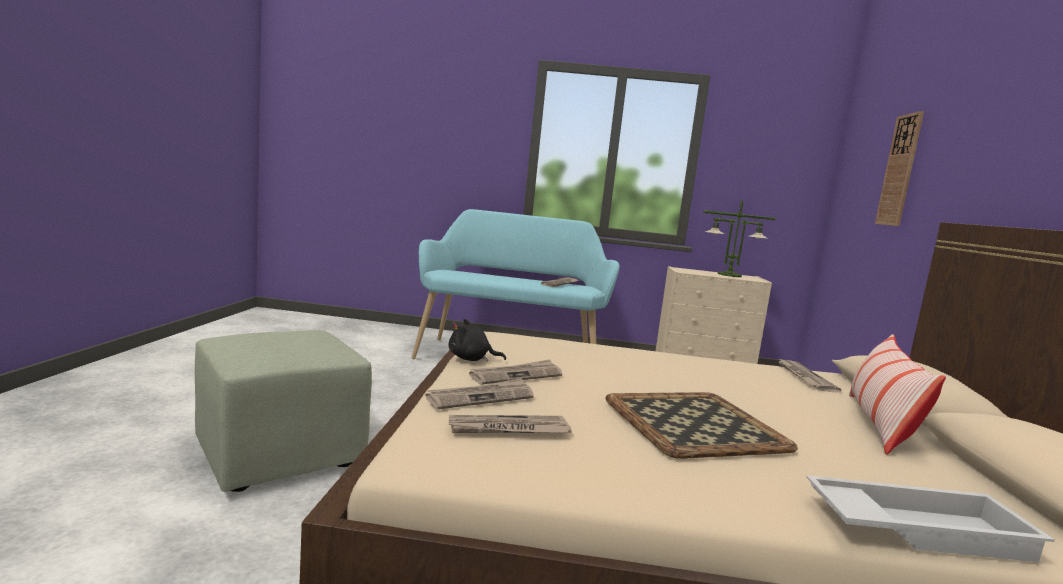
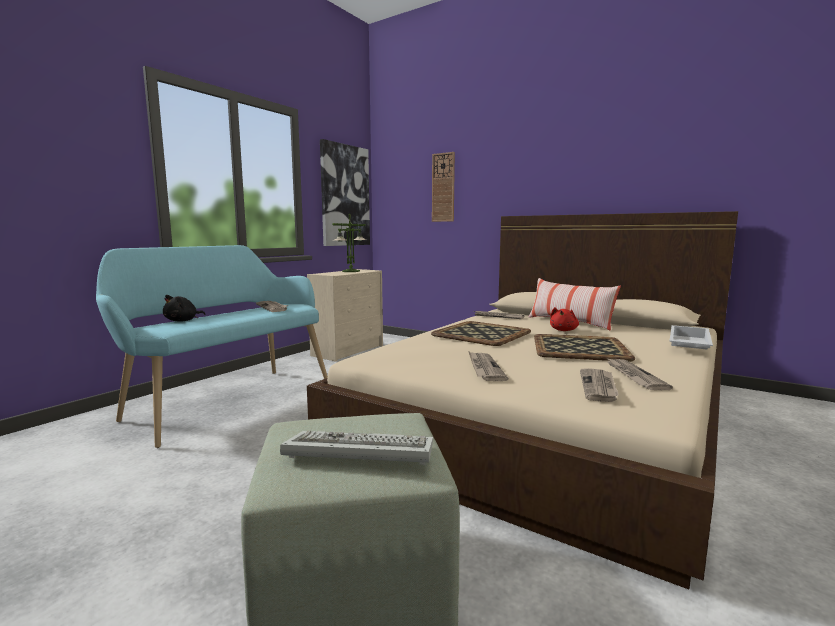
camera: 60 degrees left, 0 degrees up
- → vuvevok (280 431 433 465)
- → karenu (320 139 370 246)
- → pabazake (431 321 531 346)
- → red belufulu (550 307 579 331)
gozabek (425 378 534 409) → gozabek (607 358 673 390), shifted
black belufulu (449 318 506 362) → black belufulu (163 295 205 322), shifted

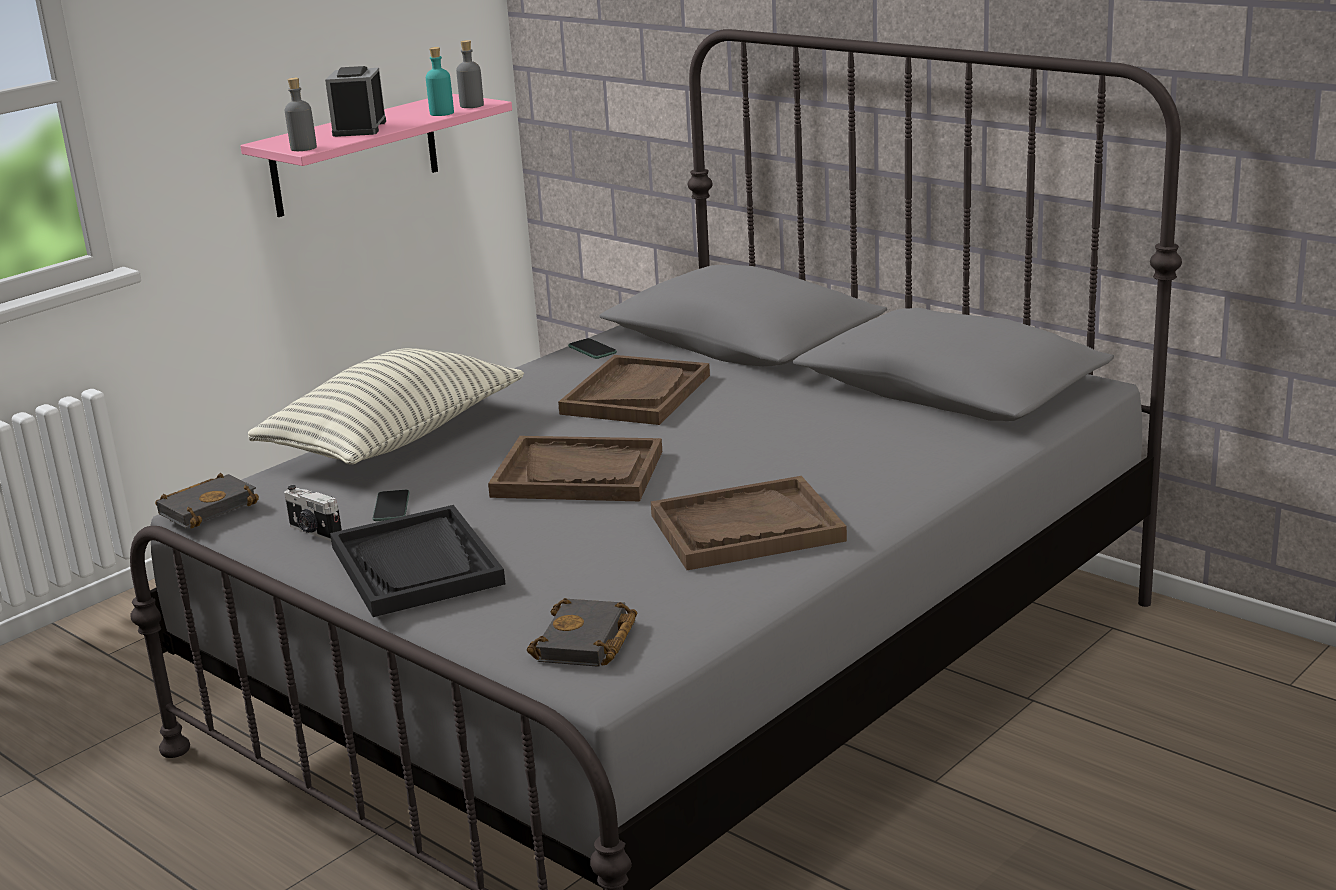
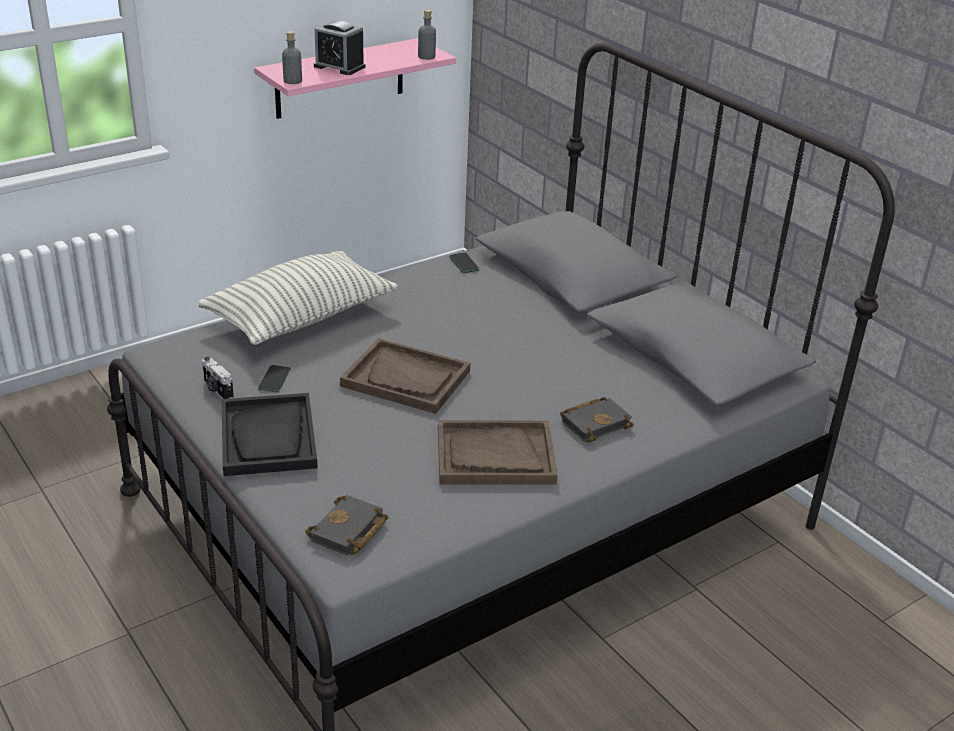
camera: 10 degrees right, 10 degrees up
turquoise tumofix (426 47 454 116) → -
brown pabazake (558 355 710 425) → -
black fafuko (155 473 259 528) → black fafuko (560 397 634 443), shifted
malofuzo (325 66 386 137) → malofuzo (314 21 366 75), 75 degrees counterclockwise

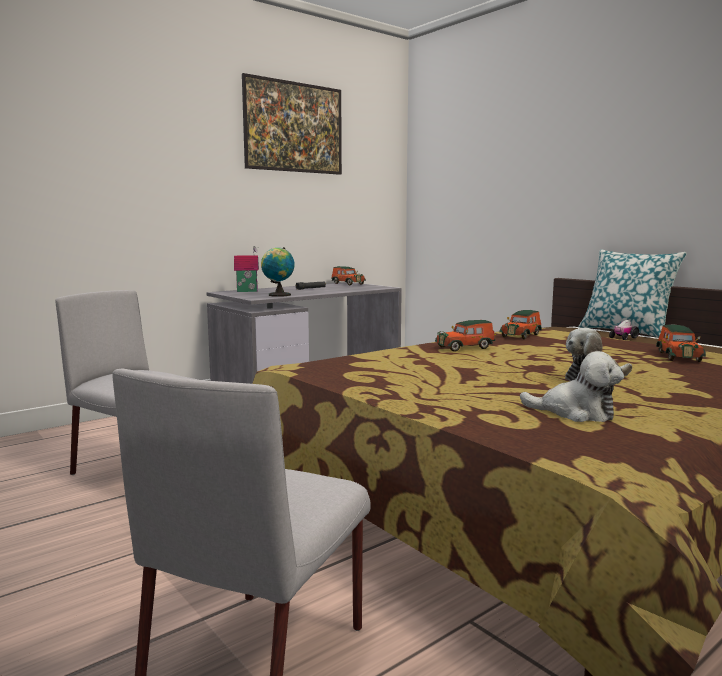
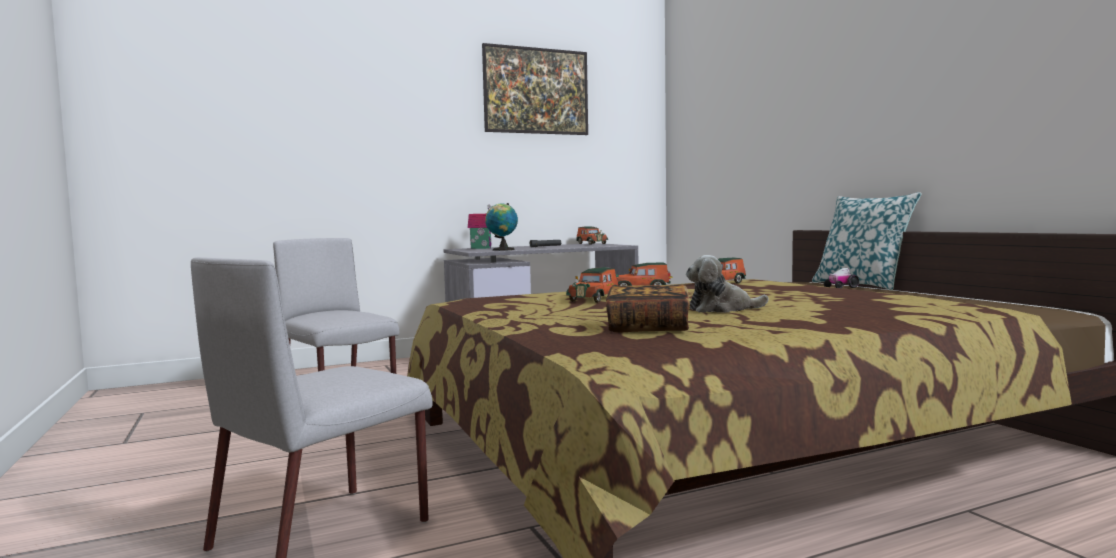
camera: 15 degrees right, 5 degrees down
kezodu (656 324 706 362) → kezodu (566 267 618 303), shifted
belufulu (520 351 624 422) → fafuko (606 285 689 333)

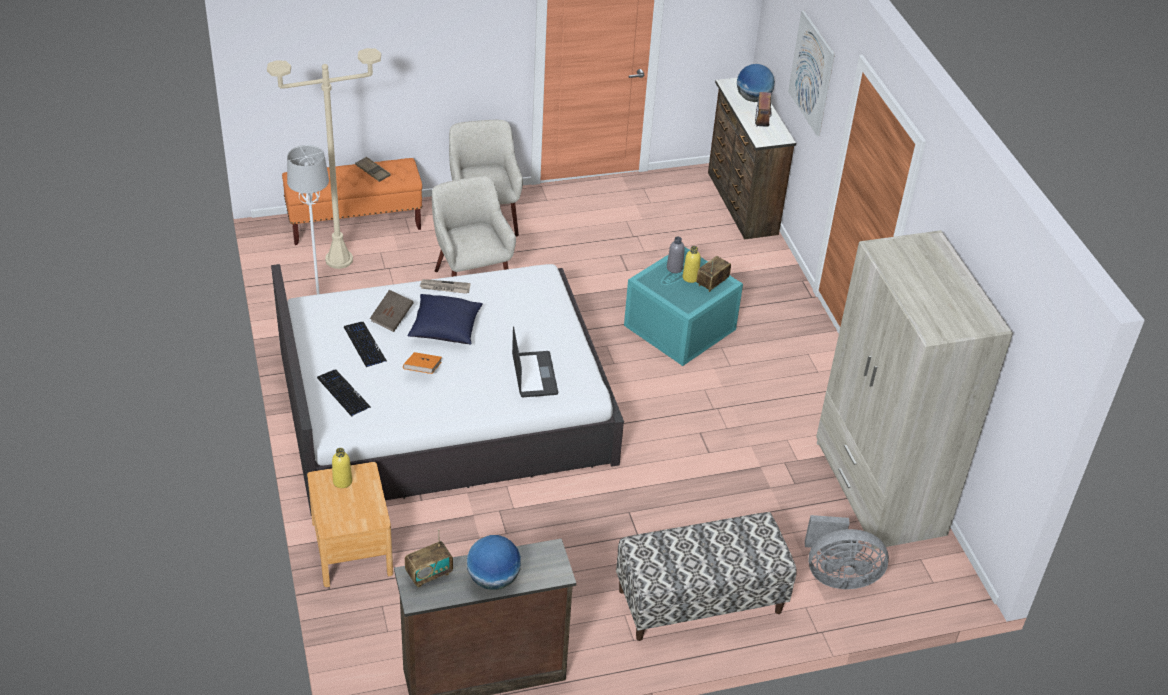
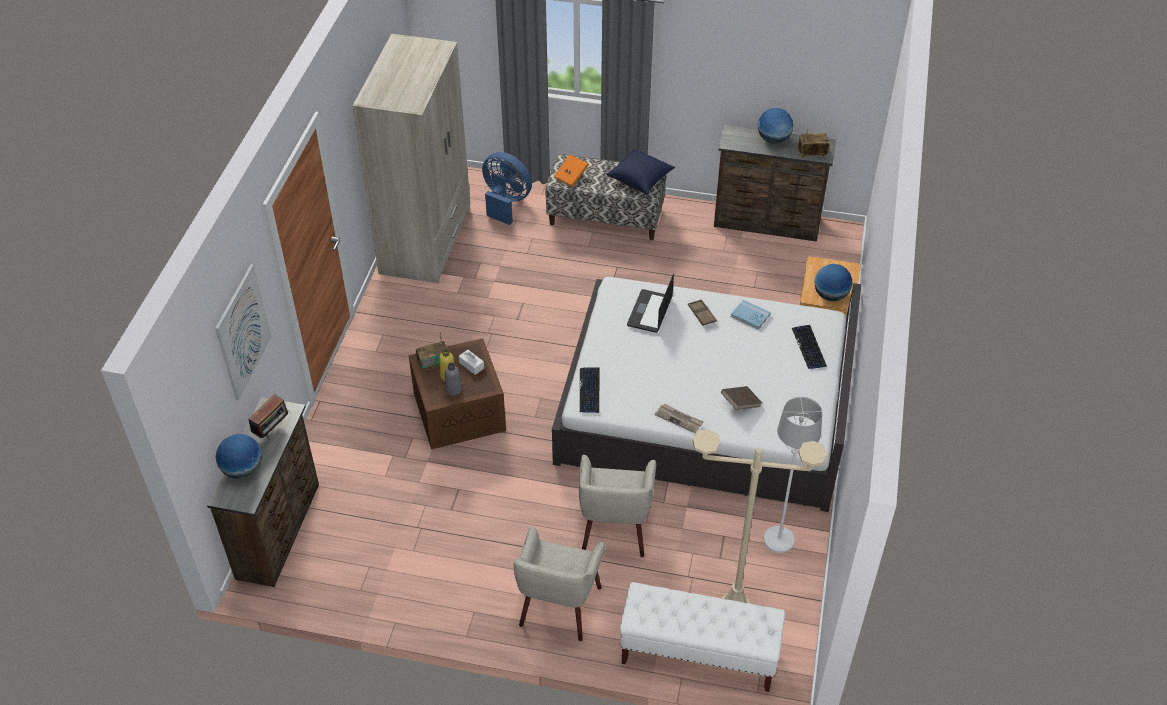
camera: 150 degrees left, 5 degrees up
- → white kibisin (459 350 484 375)
- → blue fafuko (731 300 771 330)
vuvevok (344 322 387 368) → vuvevok (580 367 600 413), shifted
brown pabazake (355 157 391 182) → brown pabazake (688 299 717 326), shifted
orange fafuko (403 352 442 374) → orange fafuko (554 154 589 187), shifted
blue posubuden (407 294 483 345) → blue posubuden (606 149 675 194), shifted
yellow tumofix (332 448 352 488) → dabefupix (814 264 853 301)
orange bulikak (282 158 422 245) → white bulikak (620 582 785 692)
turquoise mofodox (624 247 743 366) → brown mofodox (408 338 506 450)
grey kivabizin (805 515 889 589) → blue kivabizin (482 152 532 225)

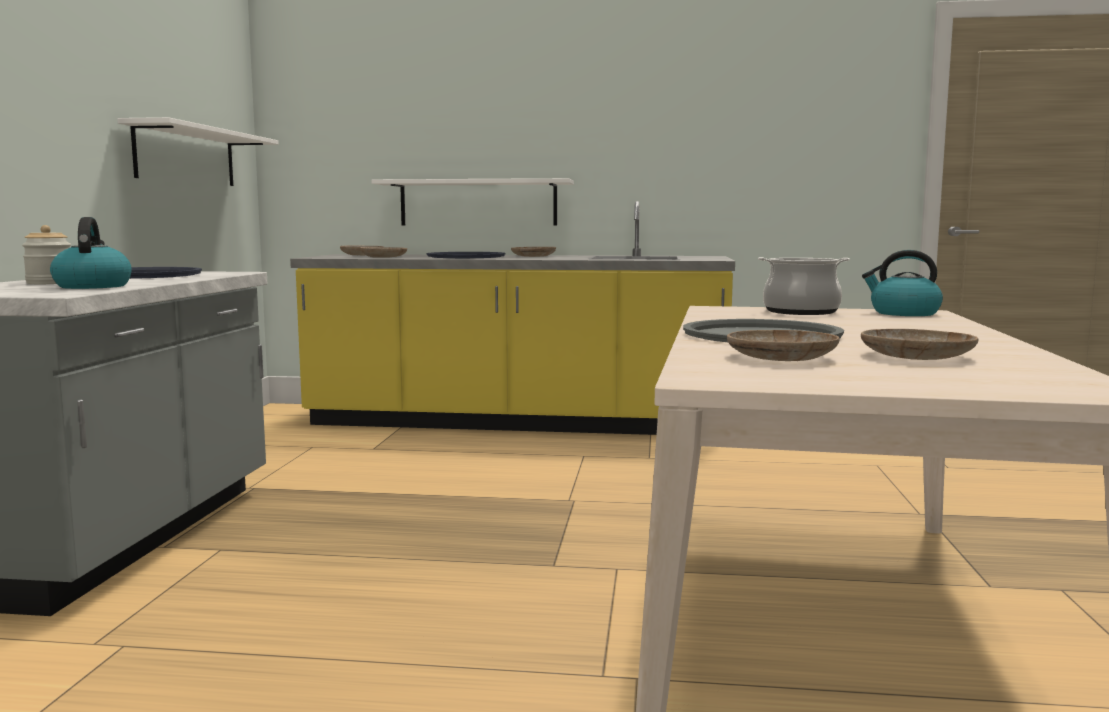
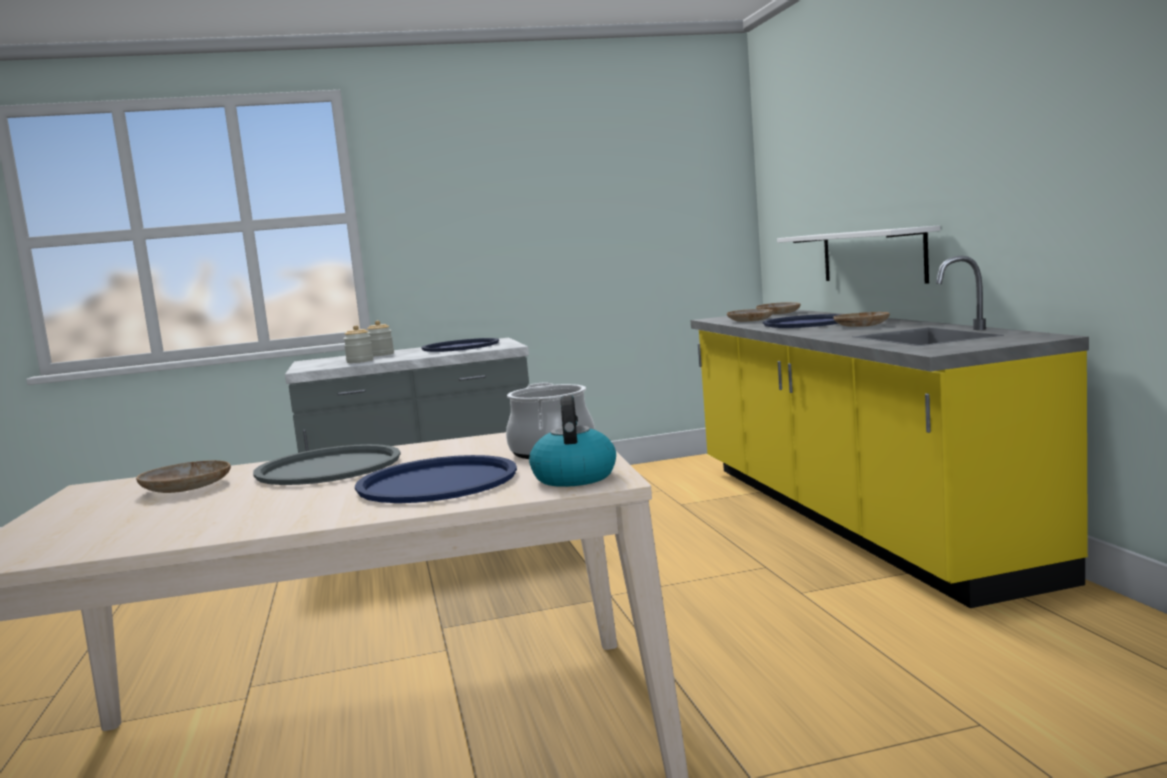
camera: 70 degrees right, 0 degrees up
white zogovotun (117 117 279 186) → -
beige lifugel (861 329 978 360) → -
- → blue pabazake (355 455 517 503)
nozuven (50 217 132 289) → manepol (343 325 373 363)

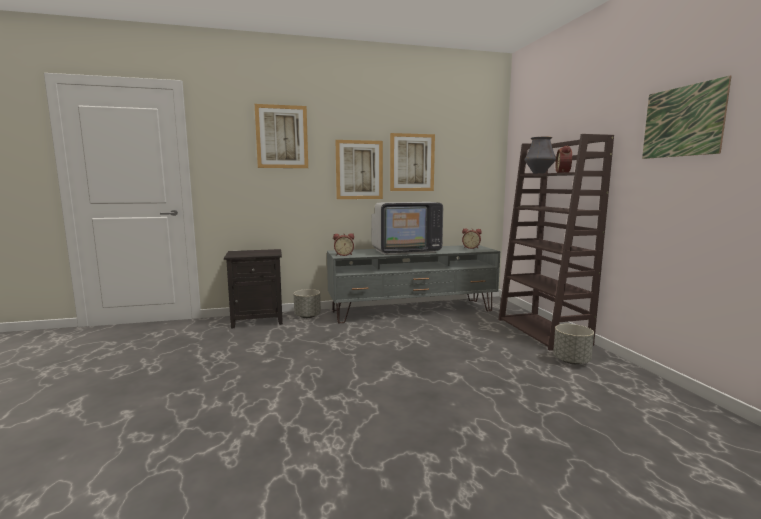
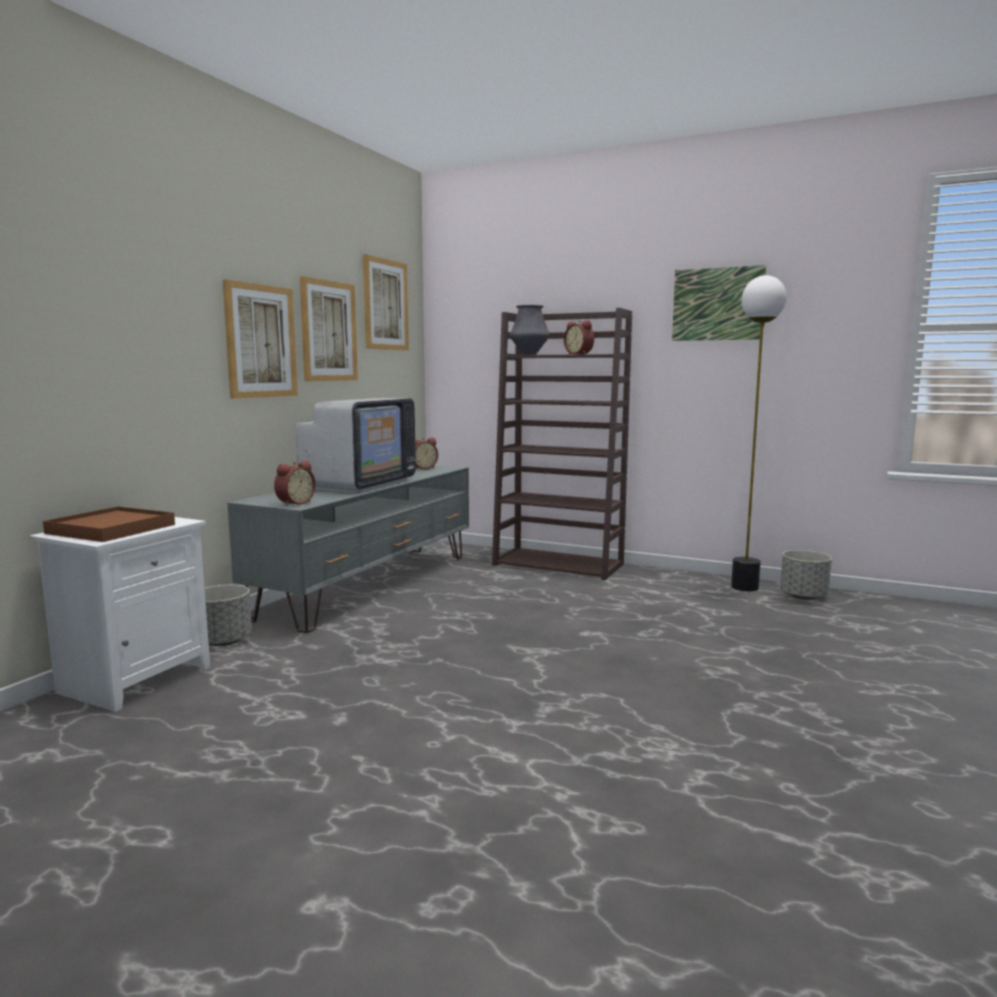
camera: 50 degrees left, 0 degrees up
- → brown pabazake (43 507 175 542)
- → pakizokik (731 275 787 591)
karenu (255 104 308 168) → karenu (363 254 409 350), shifted
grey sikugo (553 324 594 364) → grey sikugo (780 550 832 600), shifted
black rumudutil (224 249 283 329) → white rumudutil (29 517 210 712)

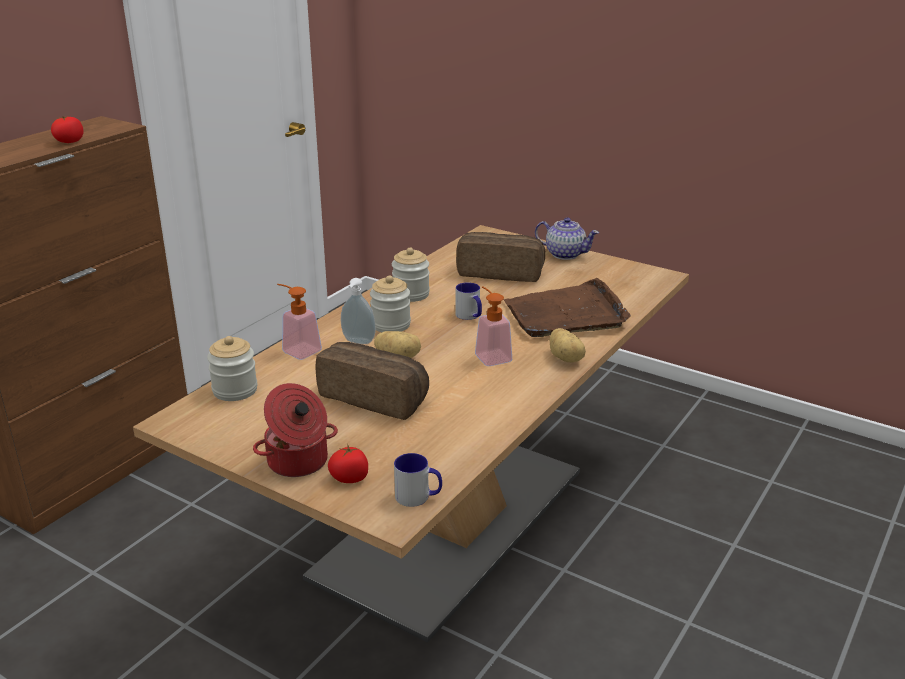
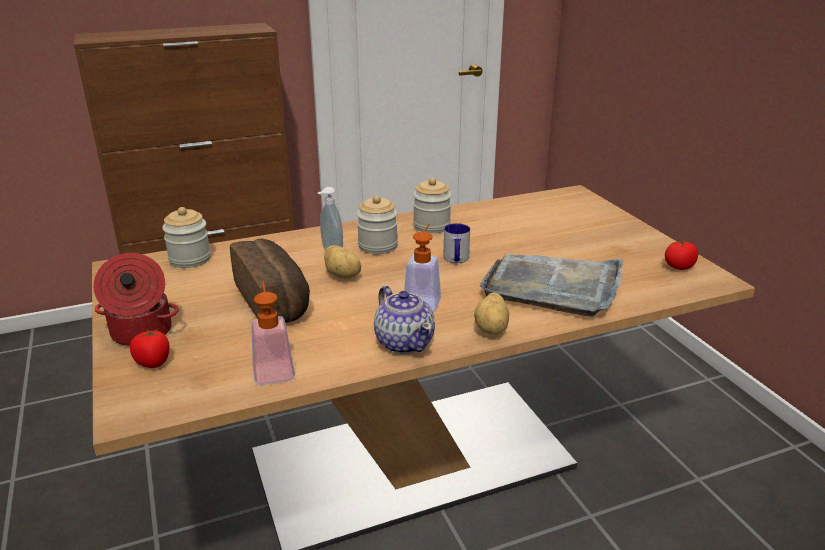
camera: 35 degrees right, 0 degrees up
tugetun (394 453 442 507) → -
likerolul (456 232 545 282) → -
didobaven (51 116 84 143) → didobaven (665 240 698 270), shifted
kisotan (277 284 322 360) → kisotan (251 281 295 385), shifted
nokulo (535 217 599 260) → nokulo (374 286 435 354), shifted
brown pabazake (504 278 631 337) → grey pabazake (480 254 623 316)

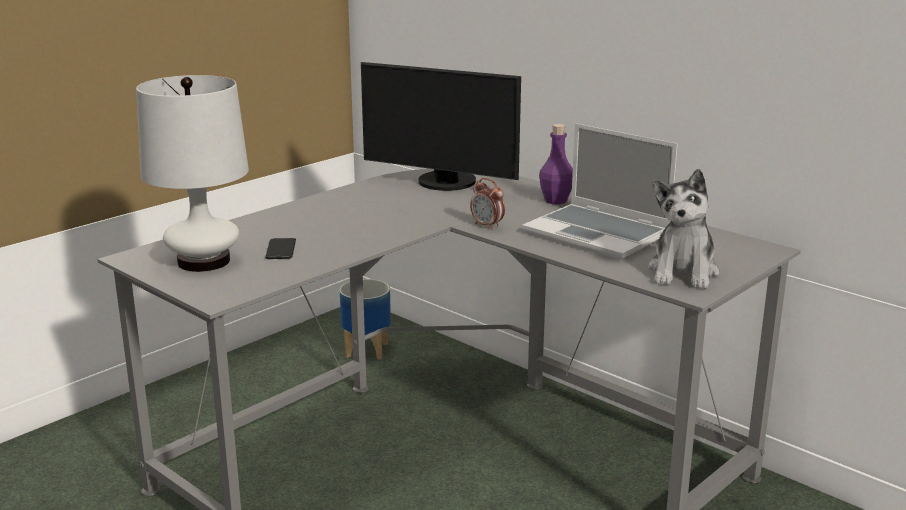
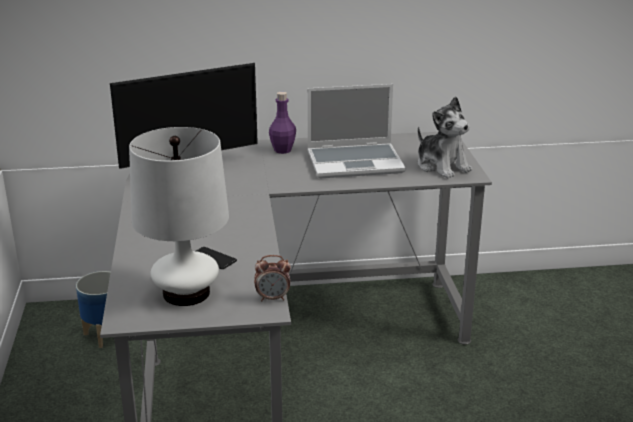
camera: 50 degrees left, 5 degrees up
malofuzo (470 178 505 230) → malofuzo (254 255 291 301), shifted

